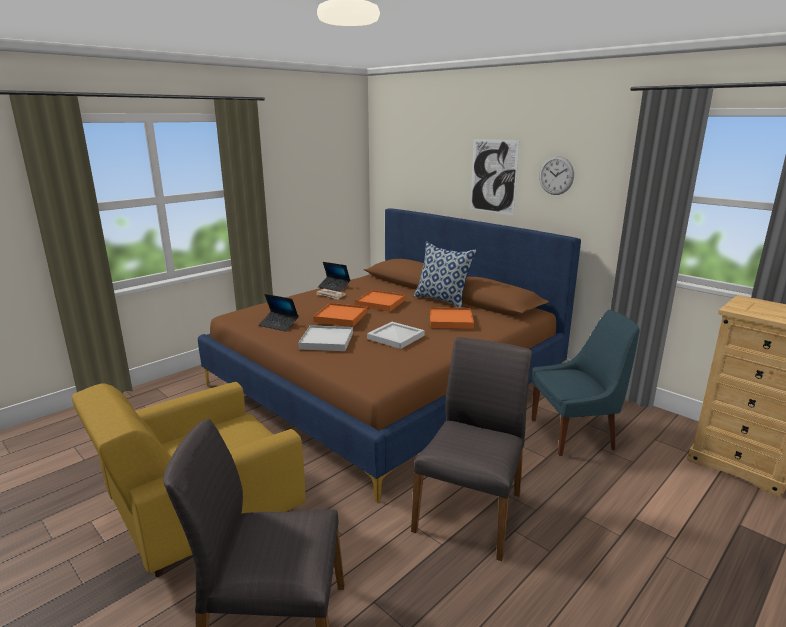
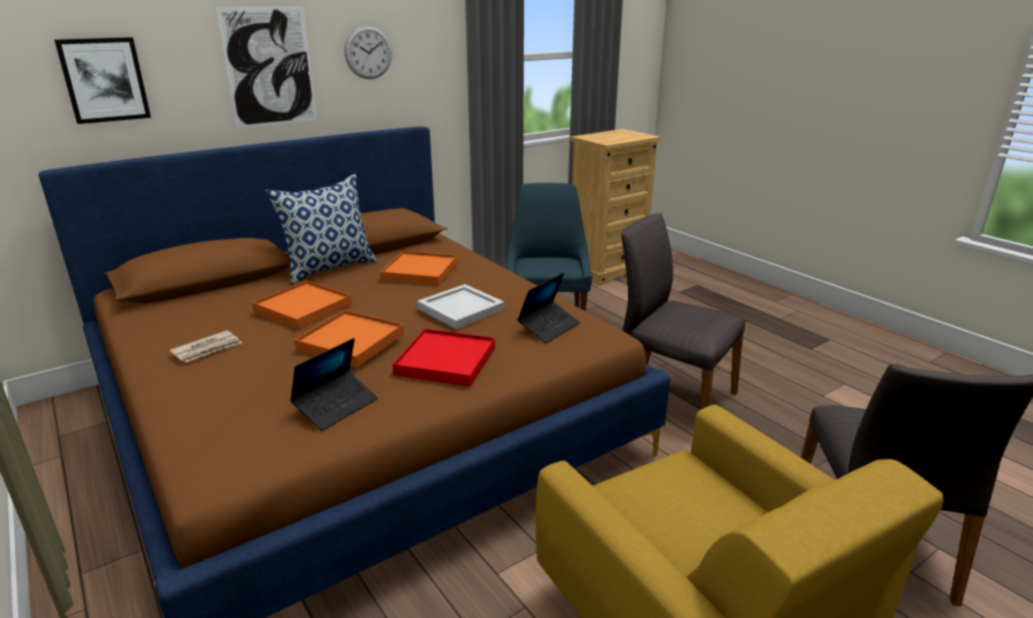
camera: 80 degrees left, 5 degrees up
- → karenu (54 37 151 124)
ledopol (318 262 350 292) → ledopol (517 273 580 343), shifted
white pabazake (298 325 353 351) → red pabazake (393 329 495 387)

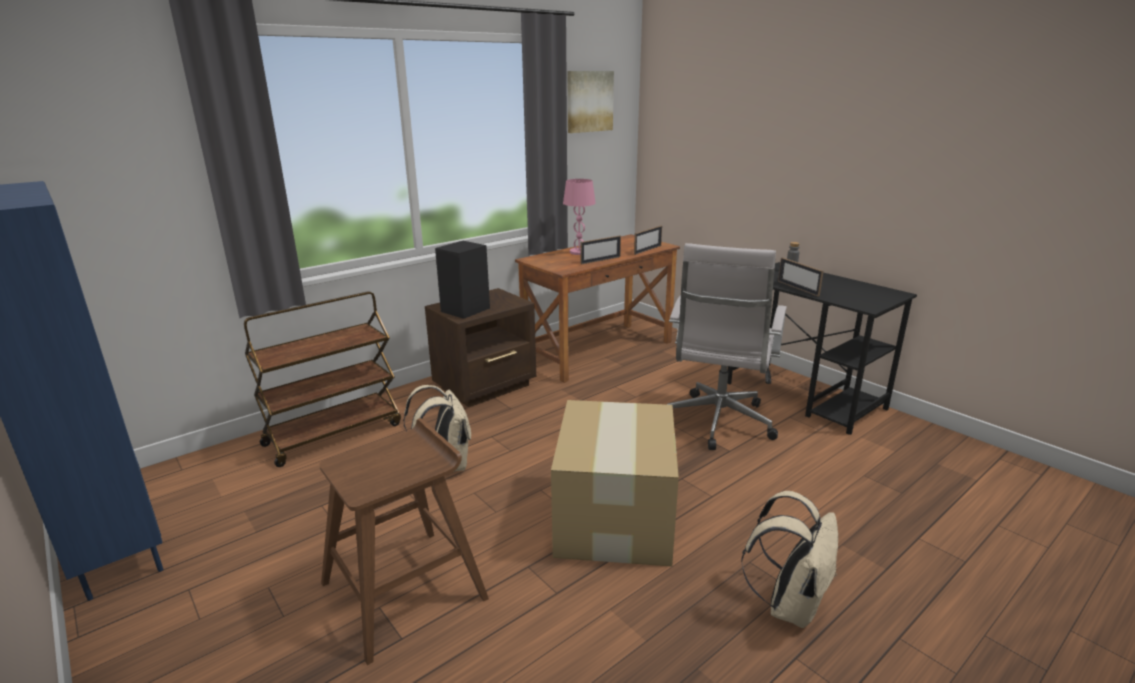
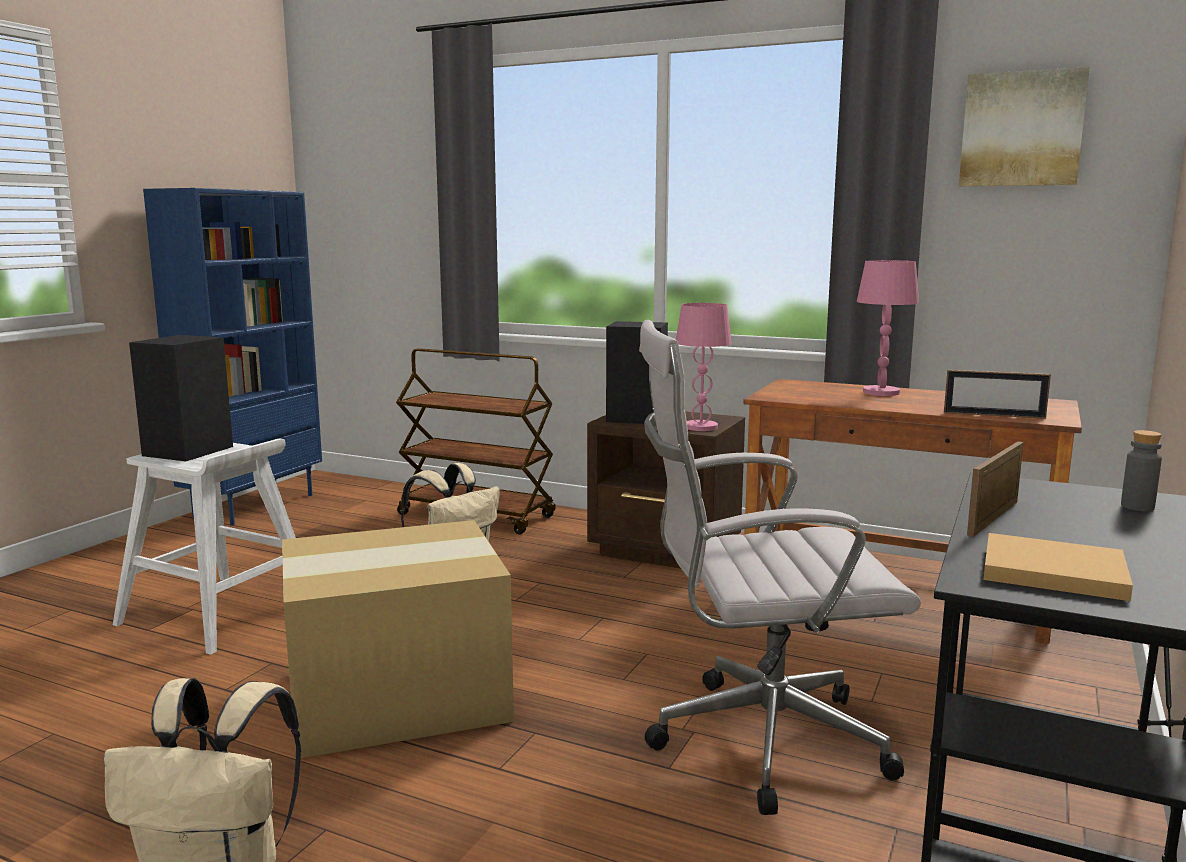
camera: 65 degrees right, 10 degrees down
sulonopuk (580 236 621 264) → -
- → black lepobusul (129 335 233 461)
- → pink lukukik (676 303 732 431)
- → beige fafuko (983 533 1133 601)
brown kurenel (319 418 489 665) → white kurenel (113 439 296 655)

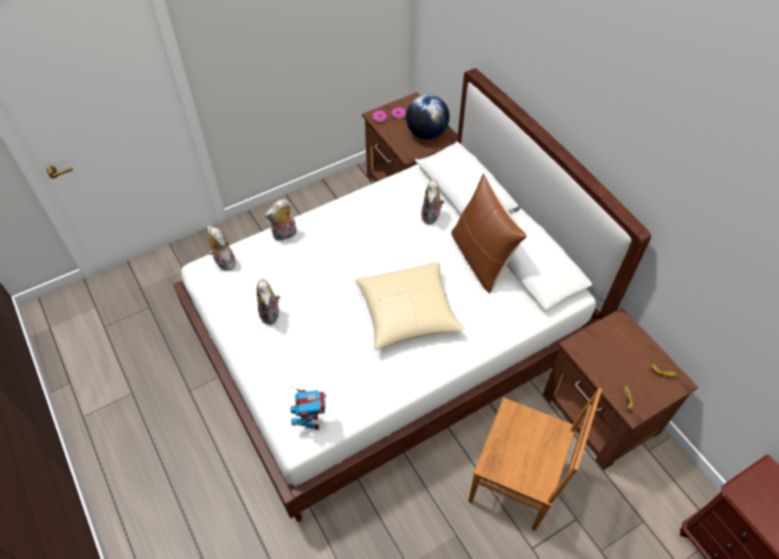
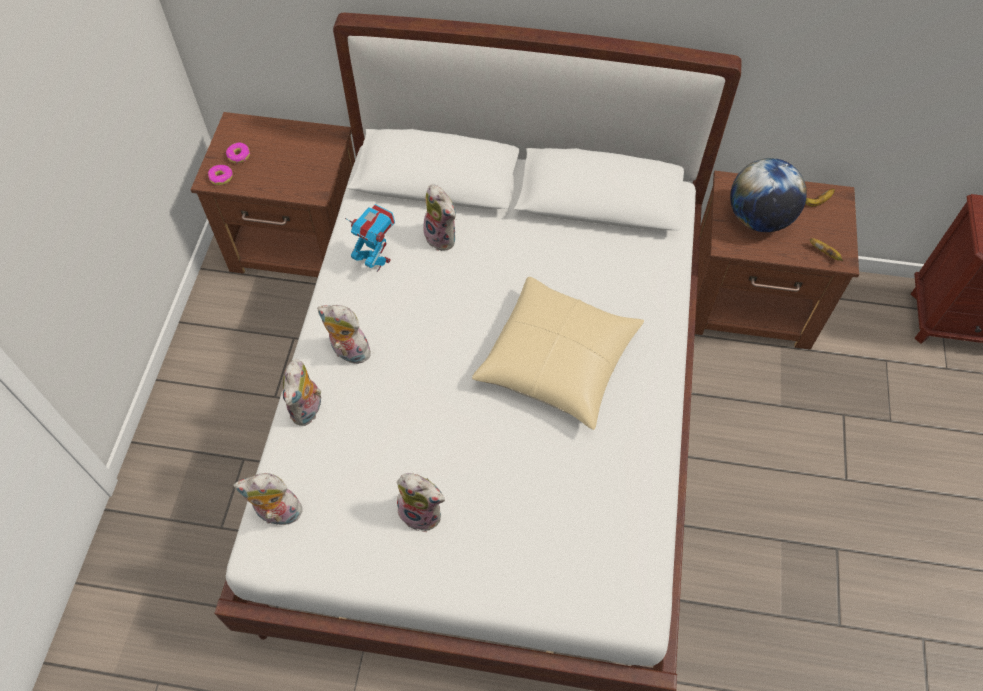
camera: 50 degrees left, 5 degrees up
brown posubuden (451 173 527 293) → -
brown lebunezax (468 388 602 531) → -
- → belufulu (317 305 371 364)
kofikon (291 386 326 430) → kofikon (345 204 395 272), shifted
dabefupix (406 94 450 139) → dabefupix (730 158 807 232), shifted

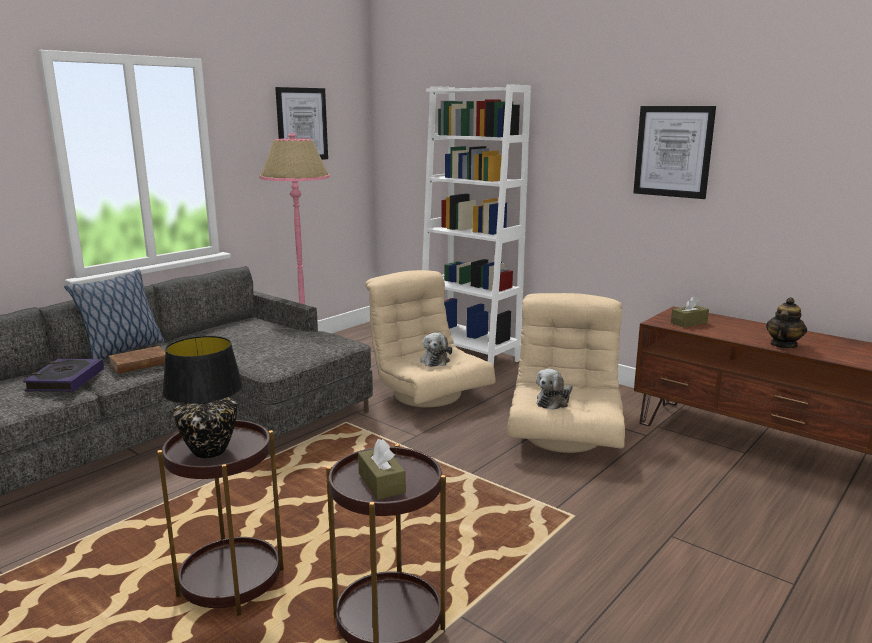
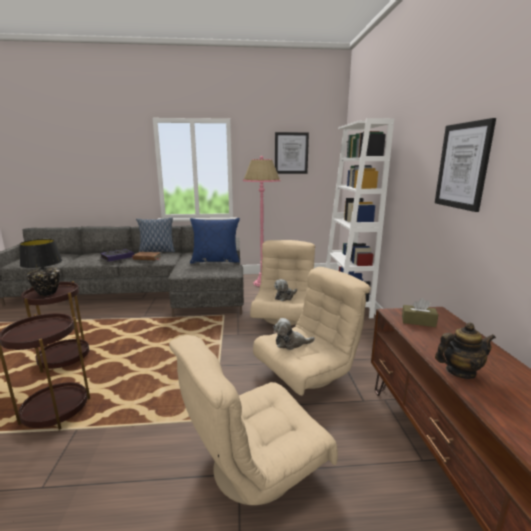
camera: 45 degrees right, 0 degrees up
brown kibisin (358 439 406 500) → -
- → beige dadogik (169 335 338 505)
- → blue posubuden (190 218 240 264)

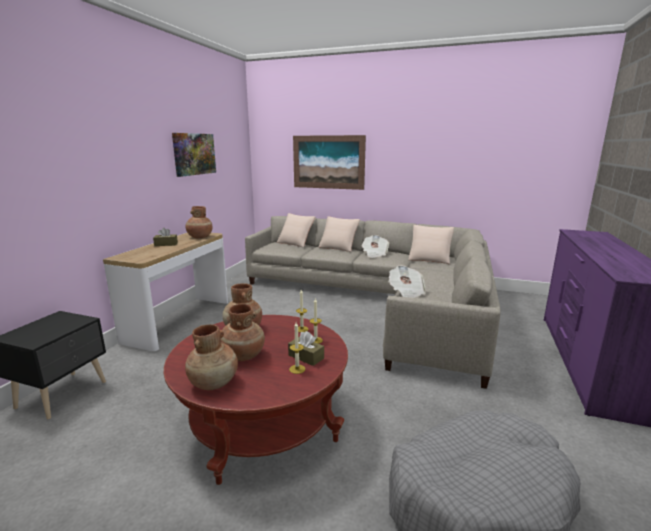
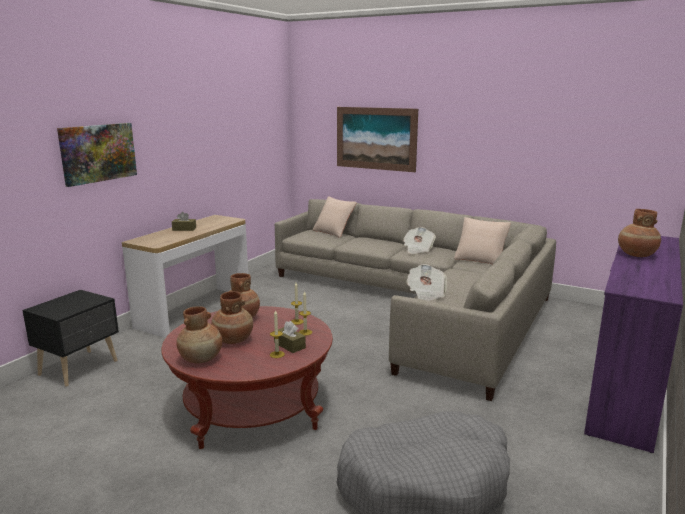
camera: 10 degrees right, 0 degrees up
beige posubuden (319 216 360 252) → -
karenu (172 133 216 177) → karenu (57 123 137 187), shifted
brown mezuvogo (185 206 213 238) → brown mezuvogo (618 209 661 257), shifted

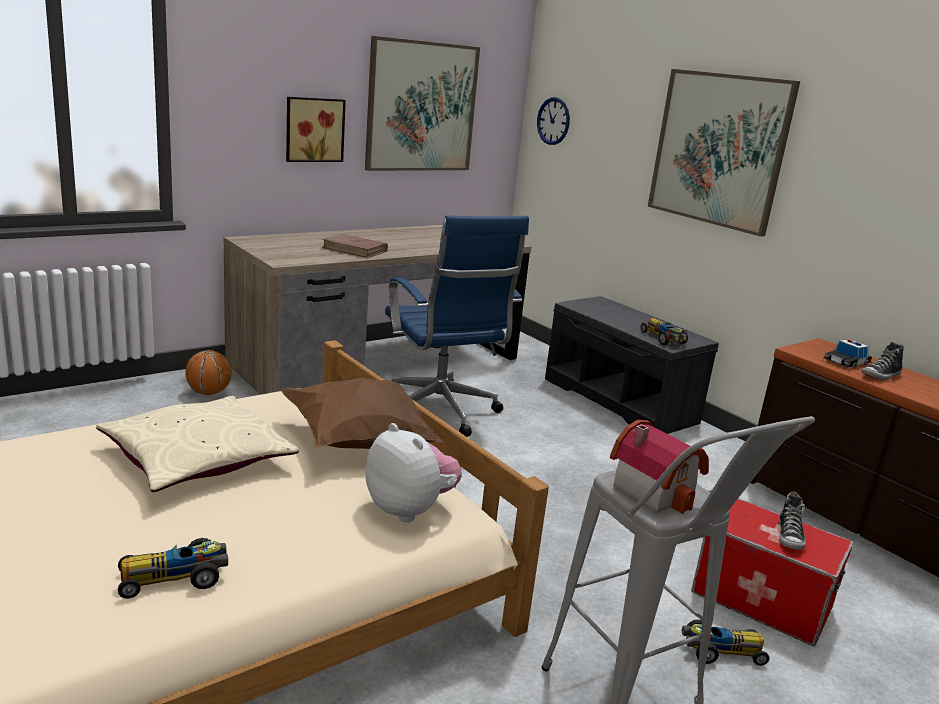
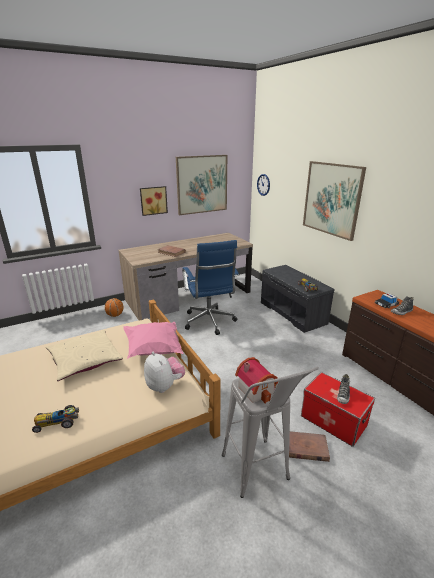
camera: 10 degrees right, 5 degrees up
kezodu (682 619 770 666) → brown fafuko (289 431 330 462)
brown posubuden (281 378 444 449) → pink posubuden (123 322 184 359)

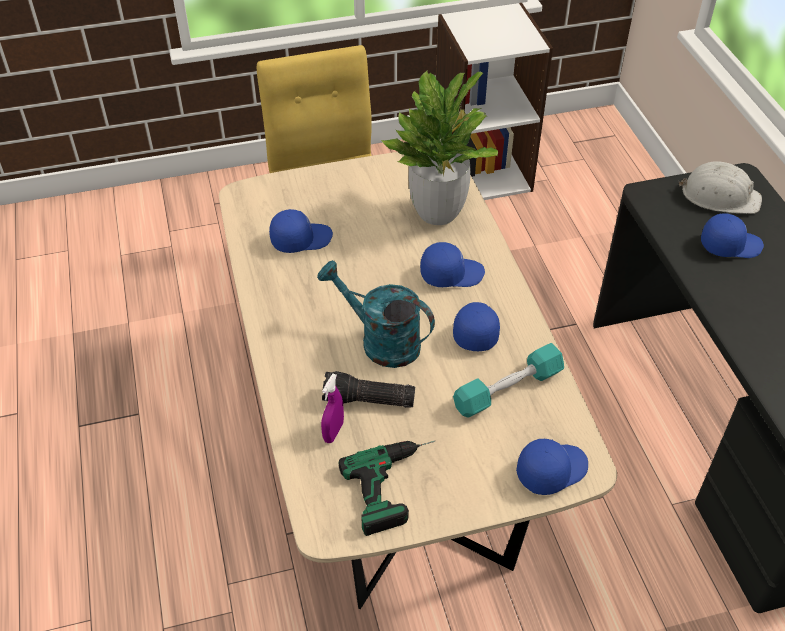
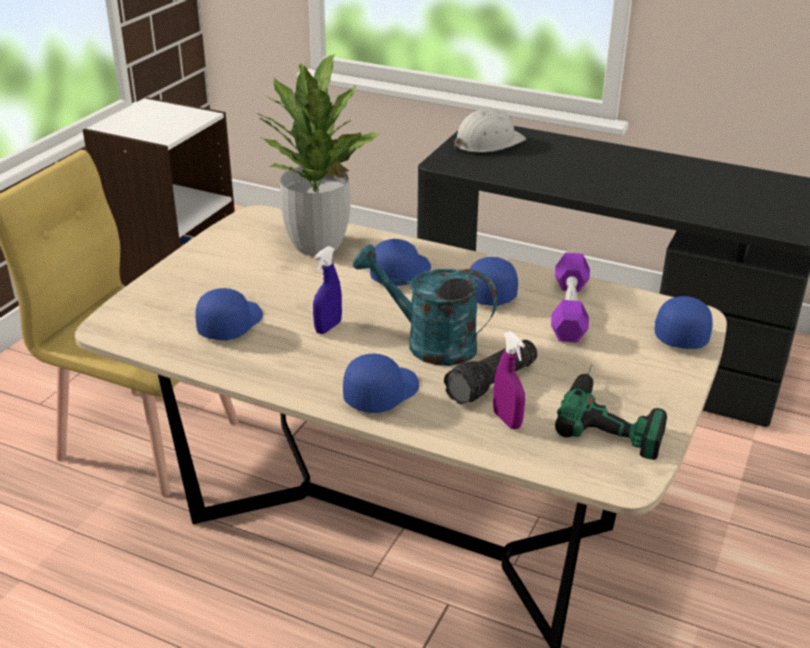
camera: 50 degrees left, 15 degrees down
- → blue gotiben (313 246 342 334)
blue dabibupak (701 213 764 258) → blue dabibupak (343 354 419 413), shifted
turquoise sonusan (453 343 564 418) → purple sonusan (551 252 590 343)
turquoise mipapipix (317 260 435 368) → turquoise mipapipix (353 244 498 366), 45 degrees clockwise

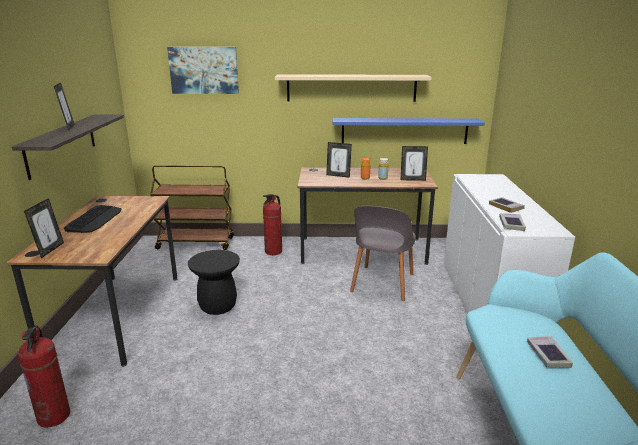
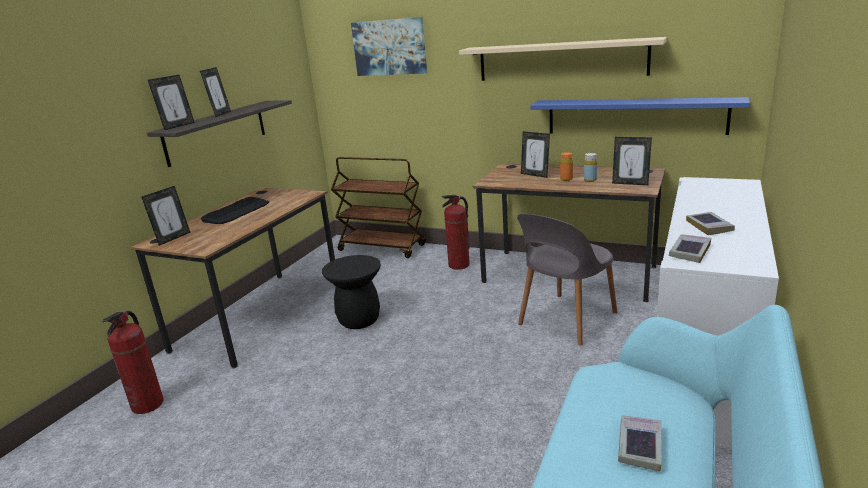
camera: 25 degrees right, 0 degrees up
- → sulonopuk (148 75 195 130)

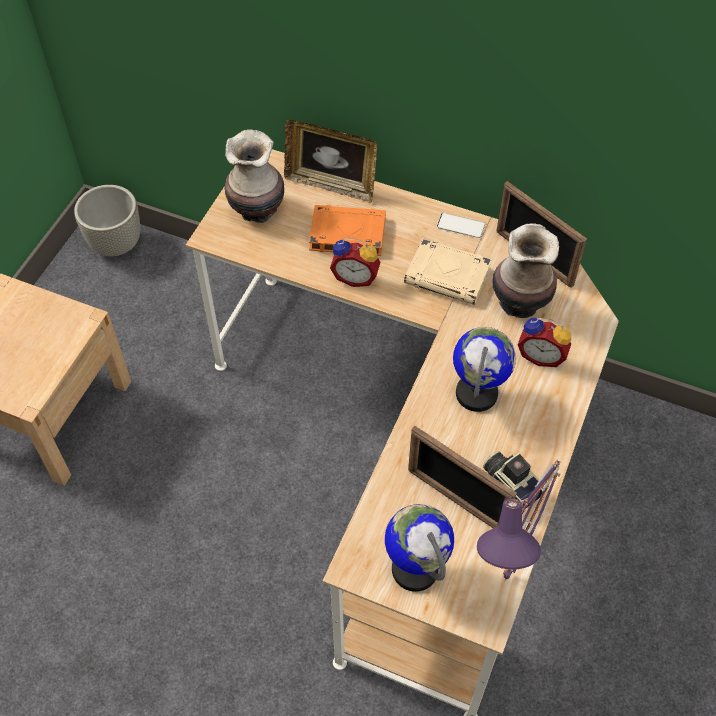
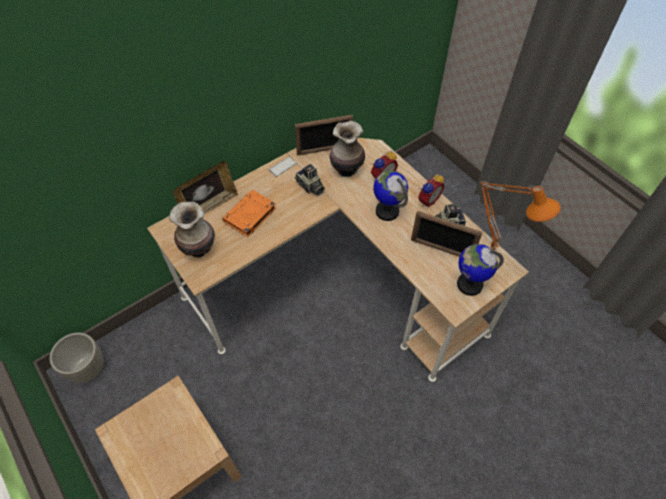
camera: 60 degrees left, 0 degrees up
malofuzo (330 239 381 287) → malofuzo (418 174 444 207), shifted
beige fafuko (404 239 492 305) → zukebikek (295 164 325 196)
purple lukukik (477 460 561 582) → orange lukukik (480 181 561 250)
sulonopuk (408 426 517 528) → sulonopuk (411 211 483 257), 45 degrees clockwise

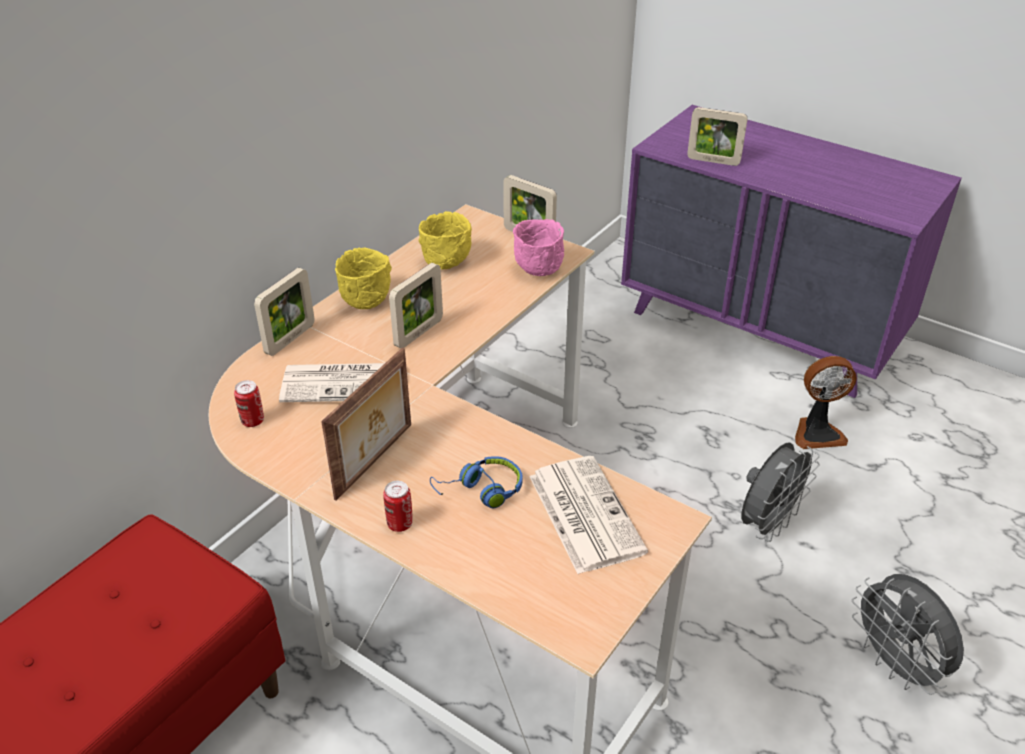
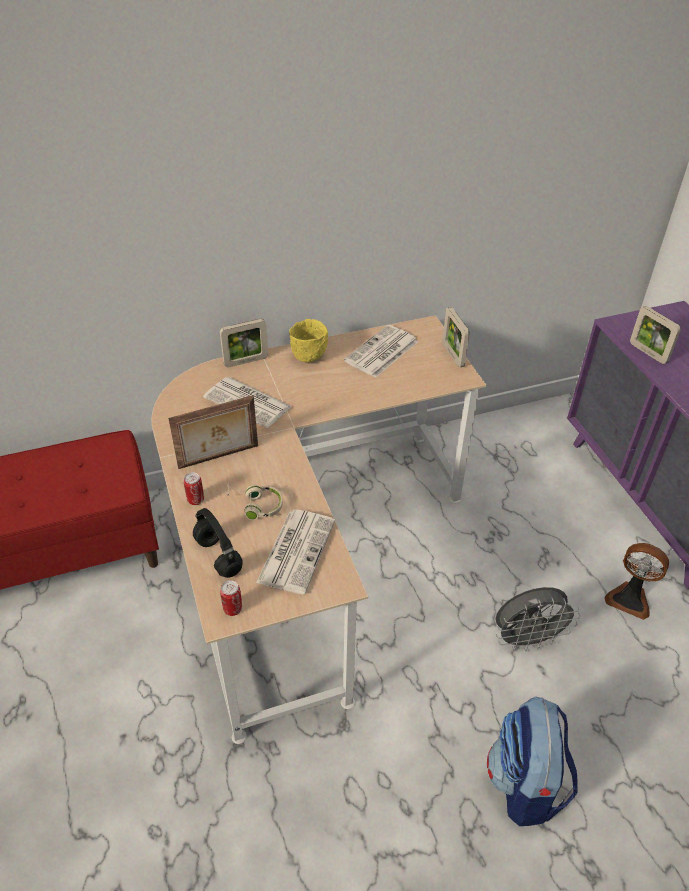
camera: 35 degrees right, 5 degrees up
sulonopuk (389 263 443 349) → -
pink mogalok (513 219 564 276) → -
- → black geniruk (193 508 243 578)
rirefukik (234 380 264 427) → rirefukik (220 580 242 616), shifted
yellow mogalok (418 211 472 270) → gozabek (344 325 418 378)
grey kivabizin (852 574 964 695) → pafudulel (487 697 578 826)
blue geniruk (430 456 522 508) → beige geniruk (228 482 283 520)

